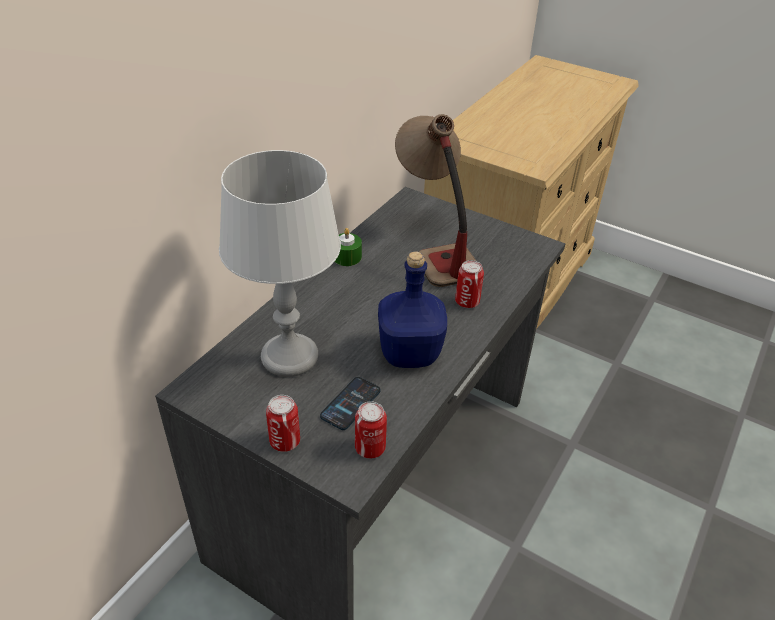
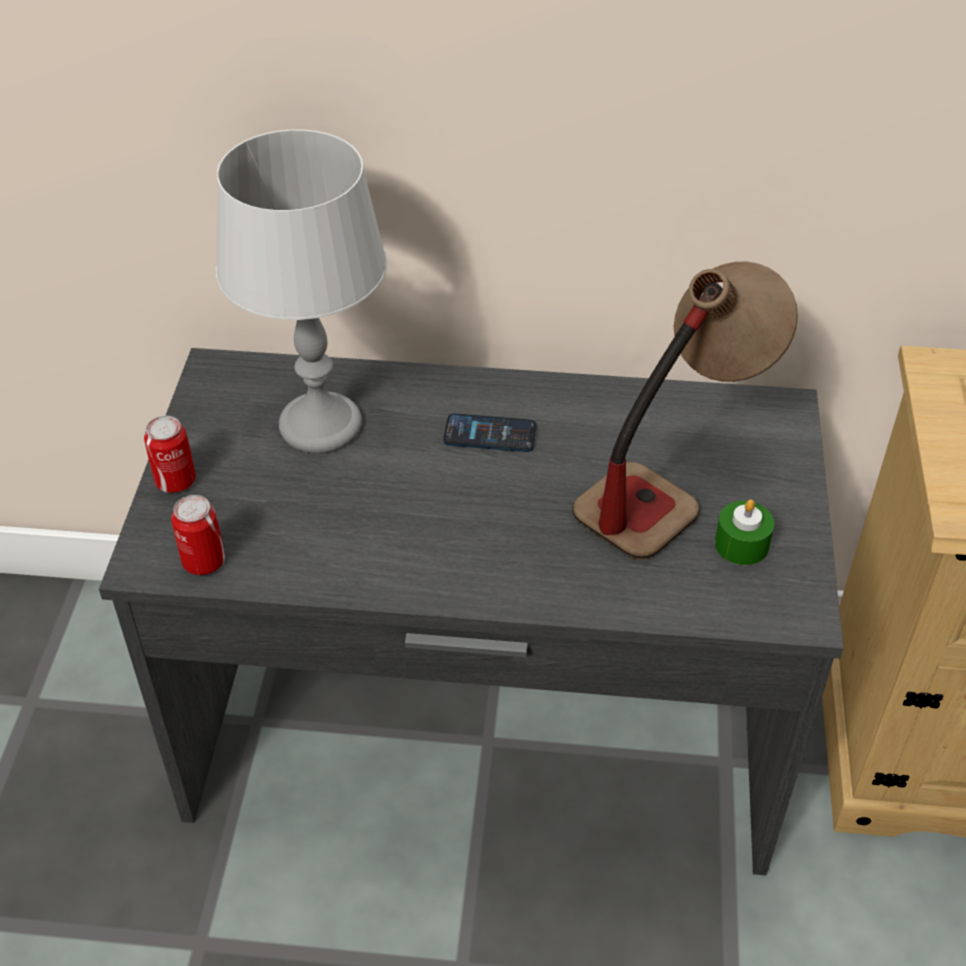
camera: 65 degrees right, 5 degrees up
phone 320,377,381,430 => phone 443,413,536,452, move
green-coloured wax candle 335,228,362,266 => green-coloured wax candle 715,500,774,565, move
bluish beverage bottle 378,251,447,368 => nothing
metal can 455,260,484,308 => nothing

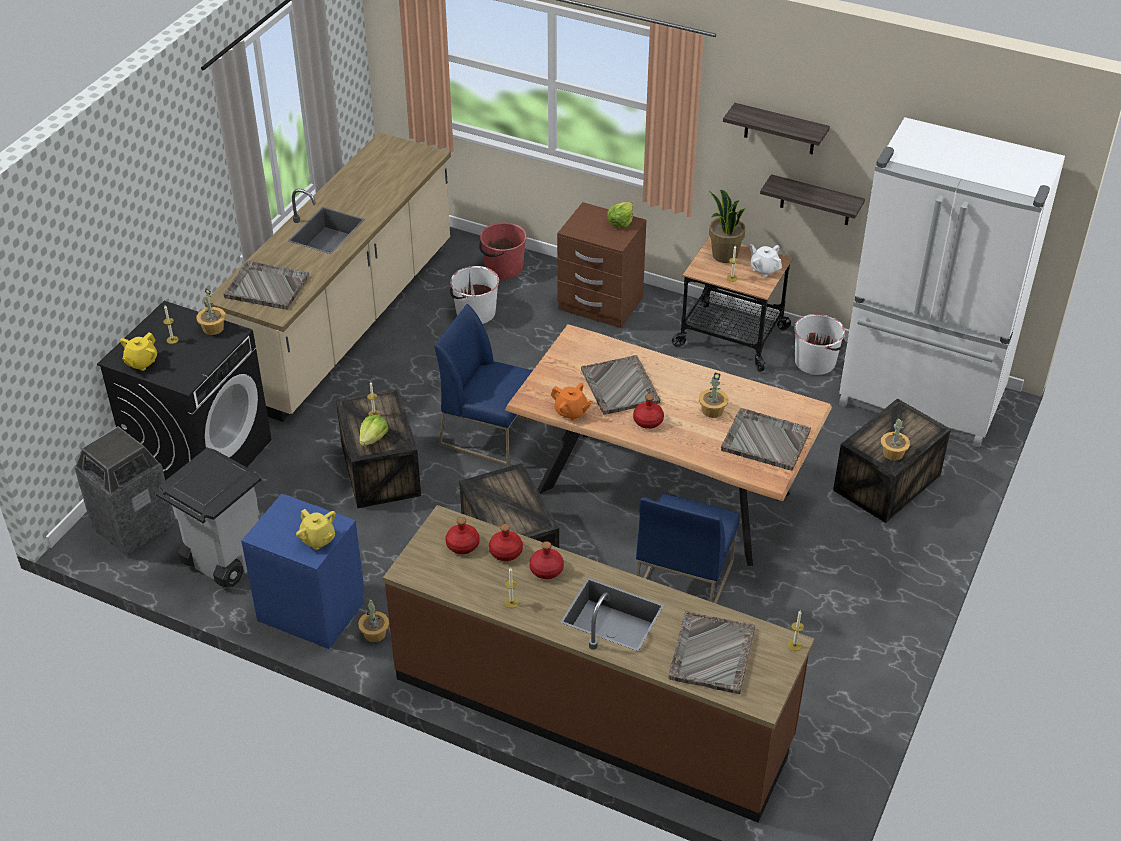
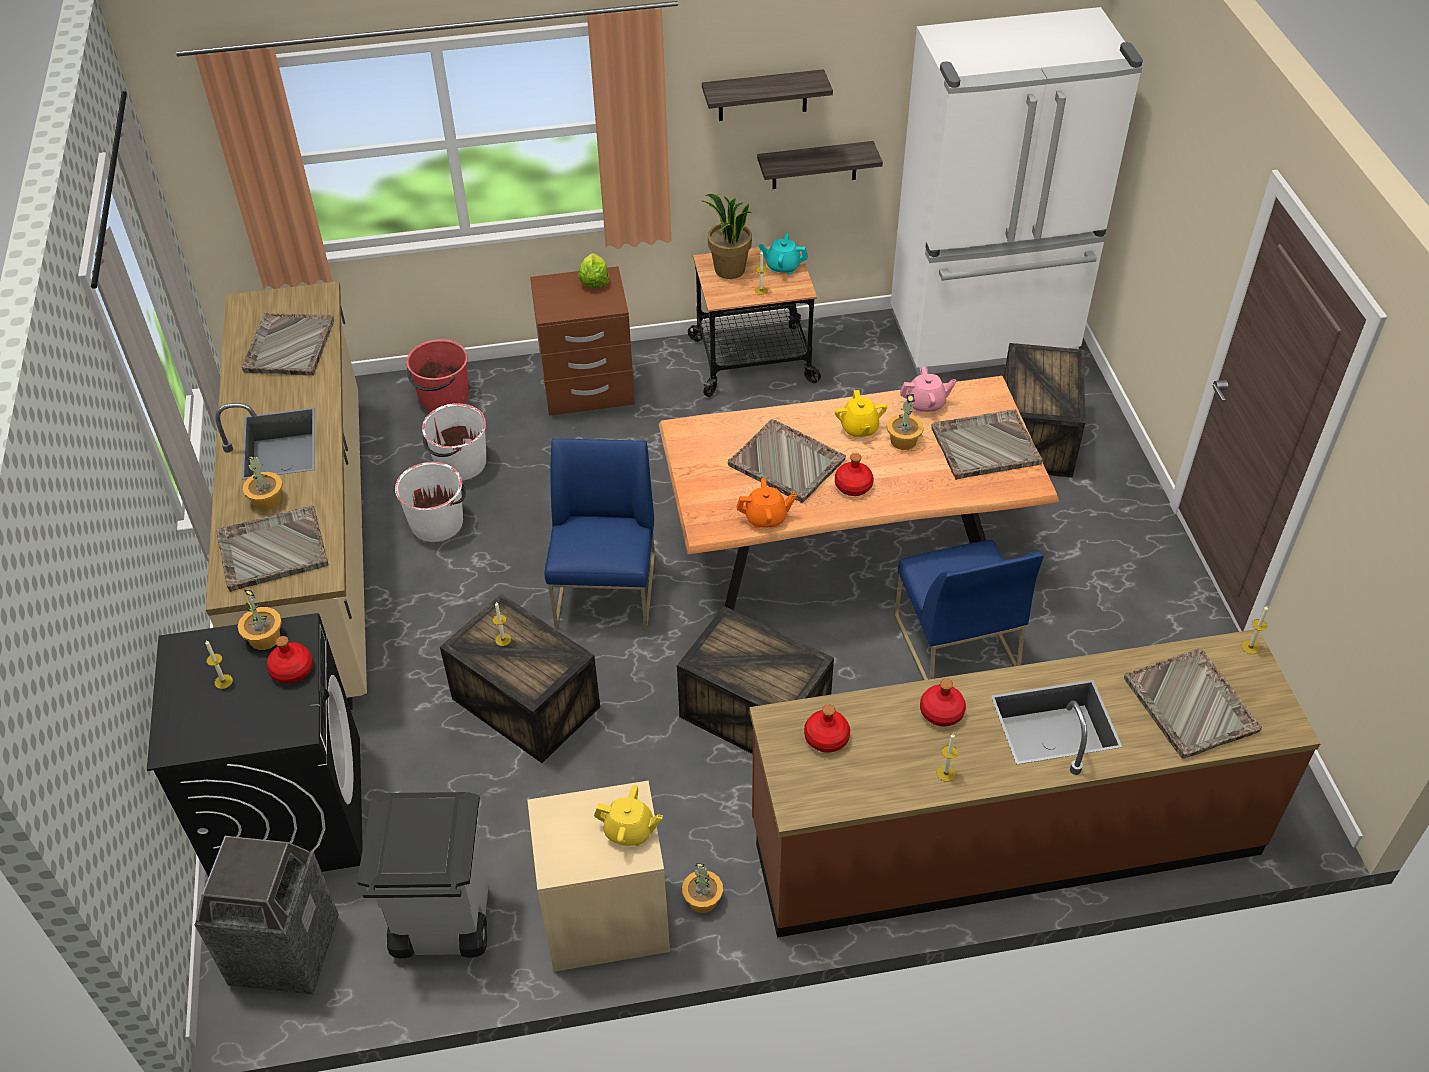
camera: 35 degrees left, 5 degrees up
nothing => greyish serving tray 242,313,334,375
houseplant 881,419,910,461 => houseplant 243,457,283,510, move
red beverage bottle 489,524,523,561 => red beverage bottle 267,636,313,684, move
white-coloured bucket 794,314,845,375 => white-coloured bucket 395,462,466,542, move
bluish nightstand 241,494,364,649 => sand-coloured nightstand 527,781,670,972
bluish plain chair 434,304,538,466 => bluish plain chair 544,438,655,631, 105 degrees clockwise
white-coloured teapot 749,244,782,277 => turquoise-coloured teapot 759,233,808,274
yellow-coloured teapot 120,332,157,371 => yellow-coloured teapot 835,390,887,438, move
nothing => pinkish teapot 900,366,956,413
head of lettuce 359,415,389,446 => nothing

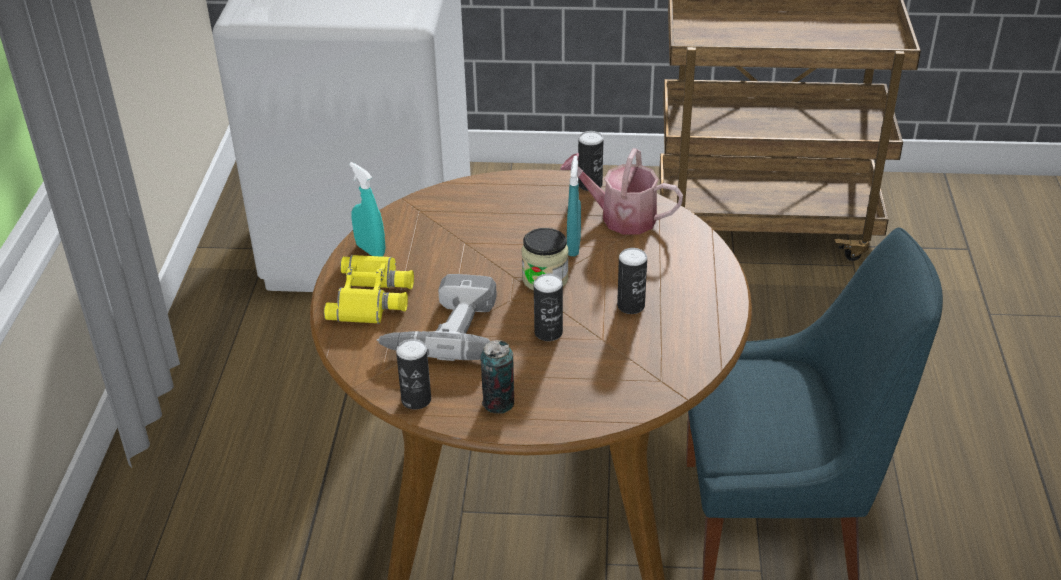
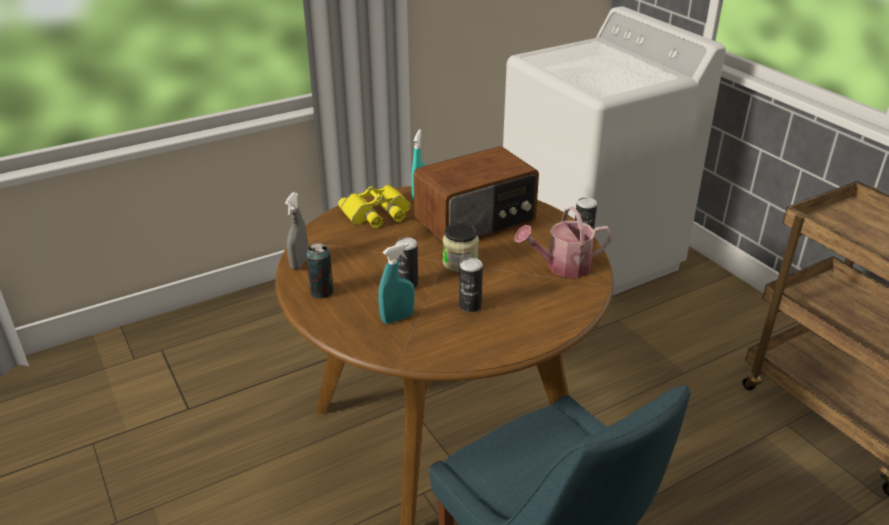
camera: 55 degrees right, 5 degrees down
metal can 396,339,431,410 => greyish spray bottle 285,192,308,270
turquoise-coloured spray bottle 567,156,581,256 => turquoise-coloured spray bottle 378,242,415,324, move
nothing => radio 414,146,539,244
watering can 560,148,683,234 => watering can 515,206,613,278, 90 degrees counterclockwise
power drill 377,274,497,361 => nothing

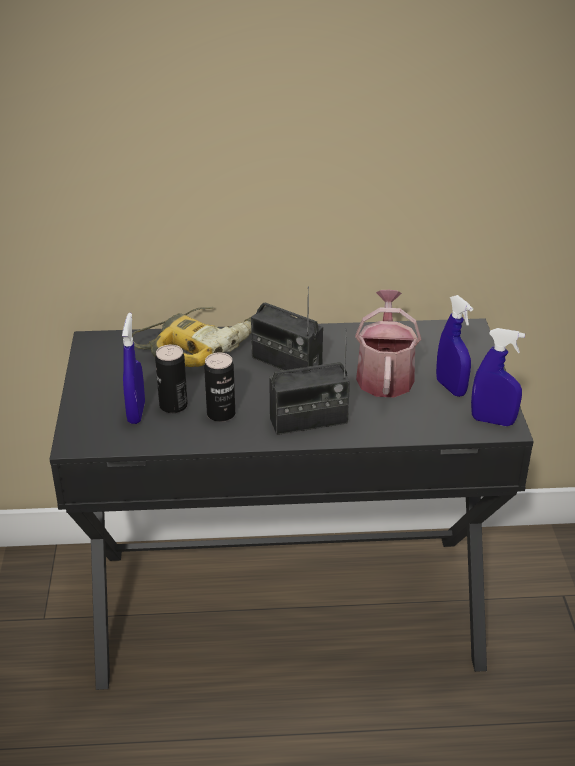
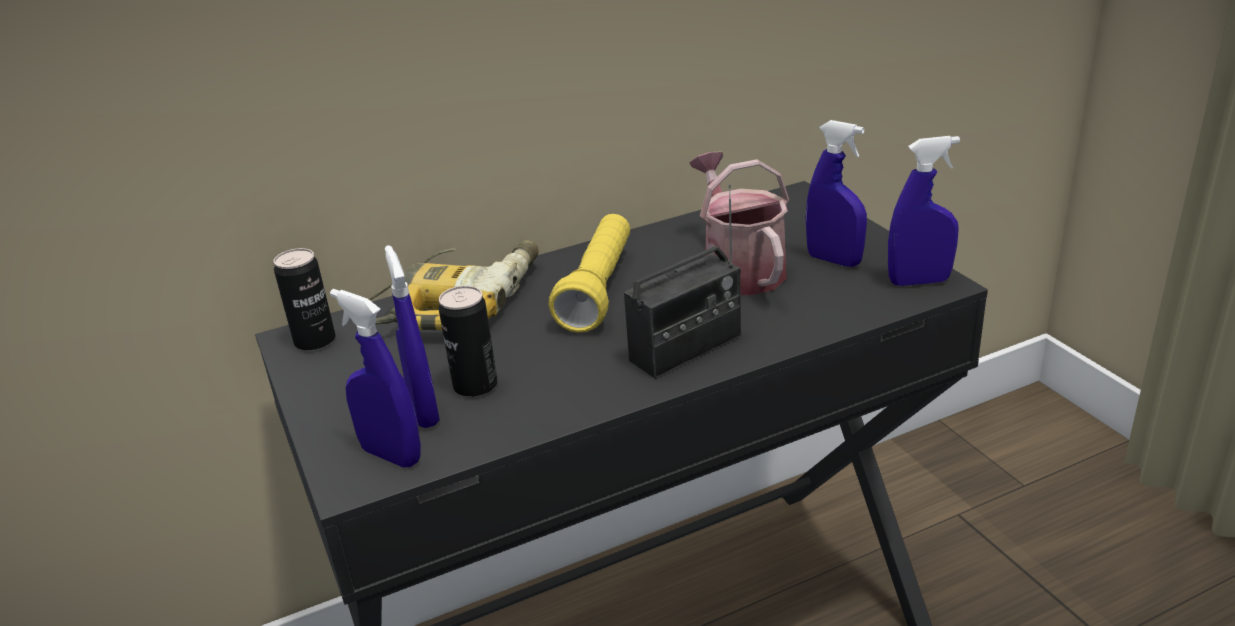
camera: 20 degrees left, 5 degrees down
metal can 204,353,235,422 => metal can 273,248,336,351, move
nothing => bluish spray bottle 330,289,421,468
radio 251,286,323,373 => yellow-coloured hand torch 549,214,630,333

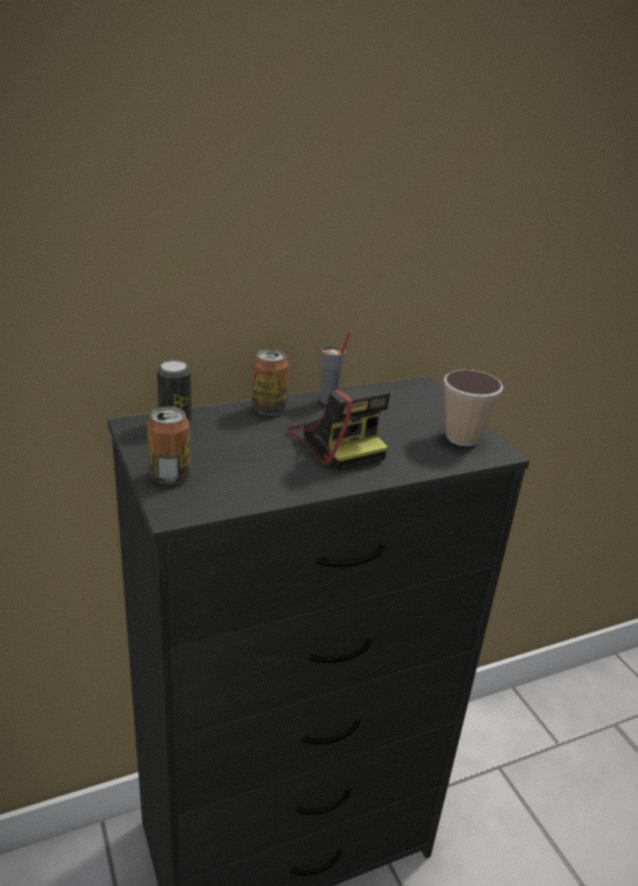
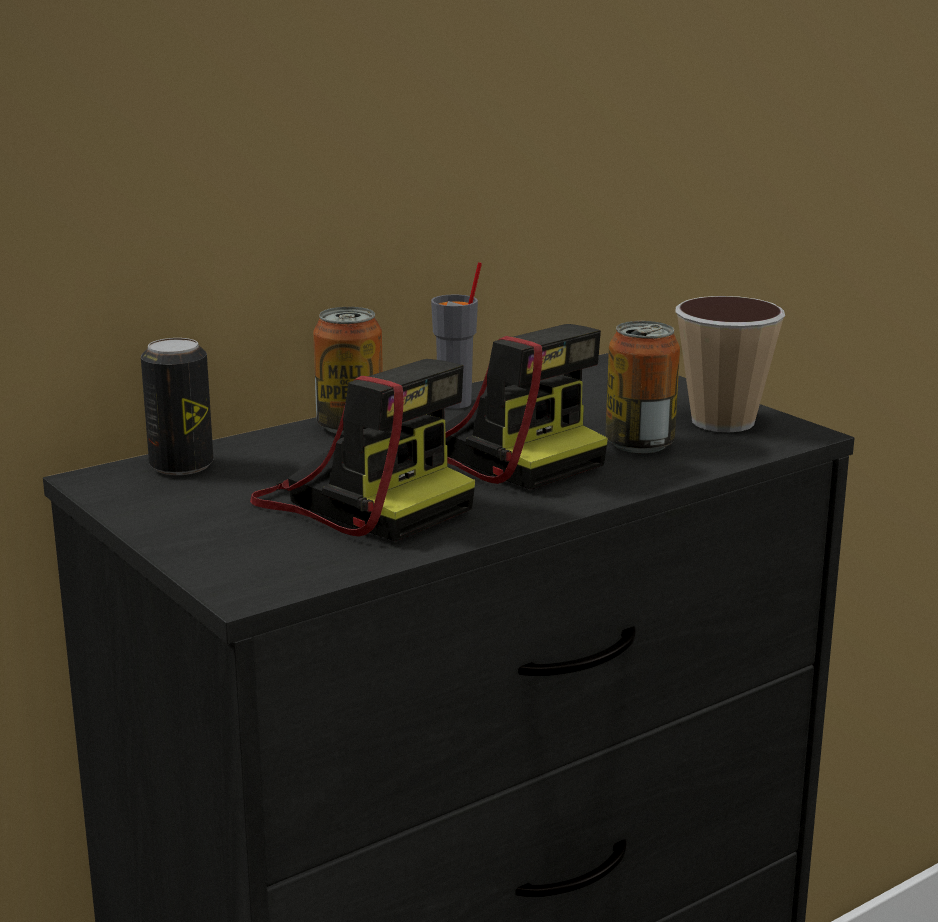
camera: 10 degrees left, 10 degrees down
nothing => photo camera 250,359,475,542
metal can 147,406,190,484 => metal can 605,321,680,453, move

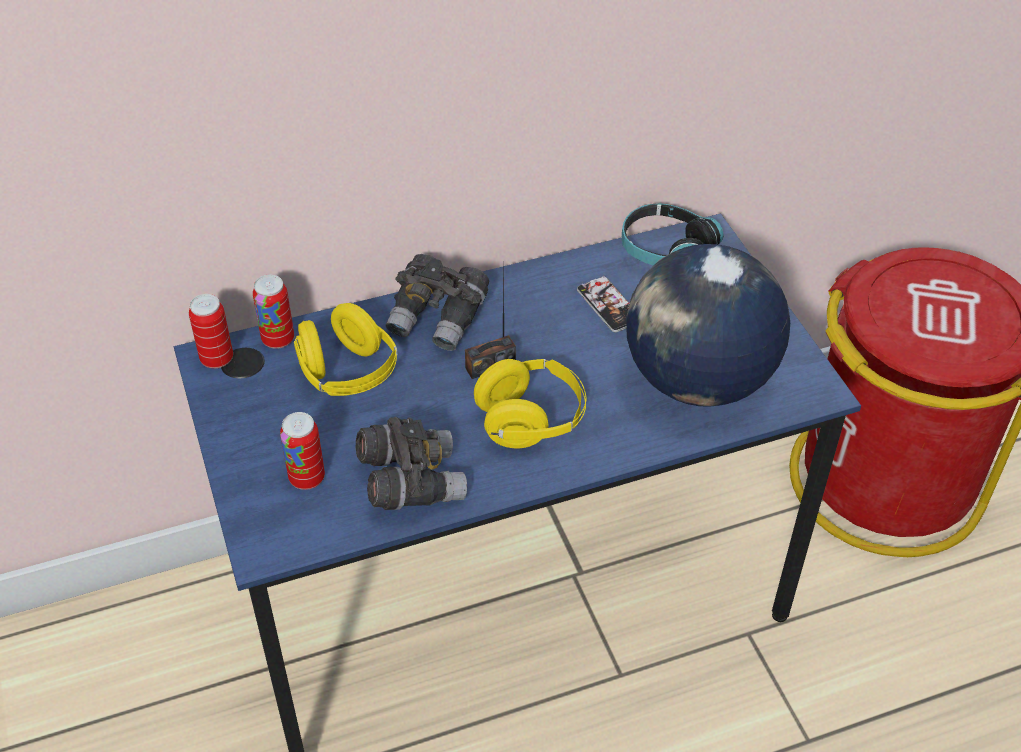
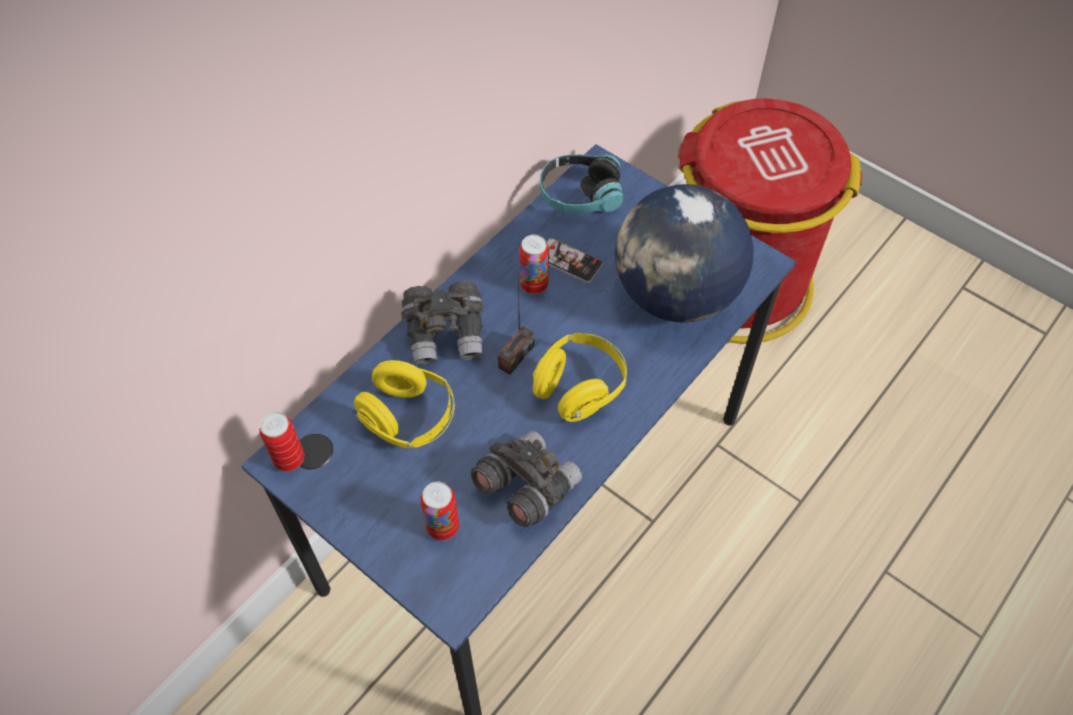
camera: 30 degrees left, 10 degrees up
metal can 253,275,294,349 => metal can 519,235,549,294, move

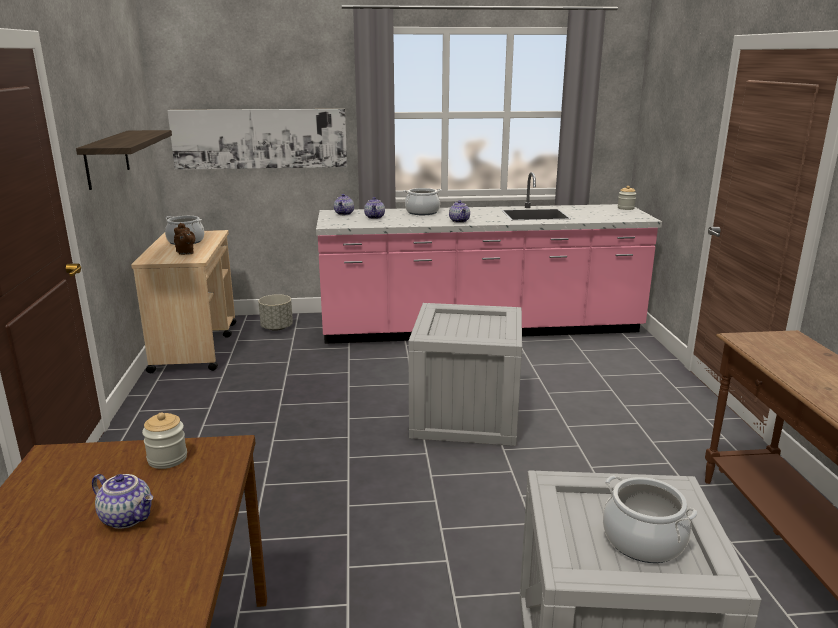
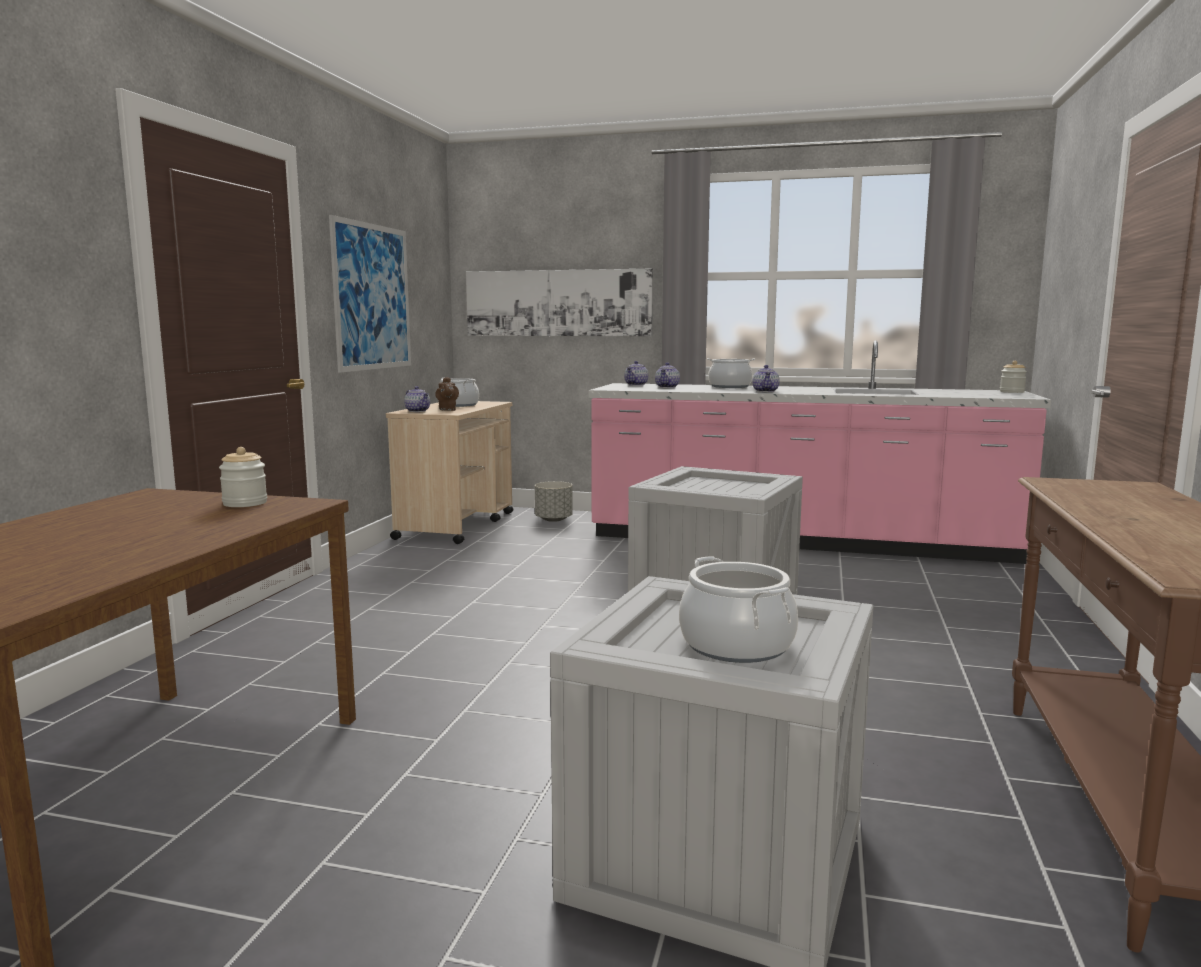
camera: 20 degrees right, 10 degrees down
wall shelf 76,130,172,190 => wall art 329,215,411,373
teapot 92,474,153,529 => teapot 404,386,430,412, move

